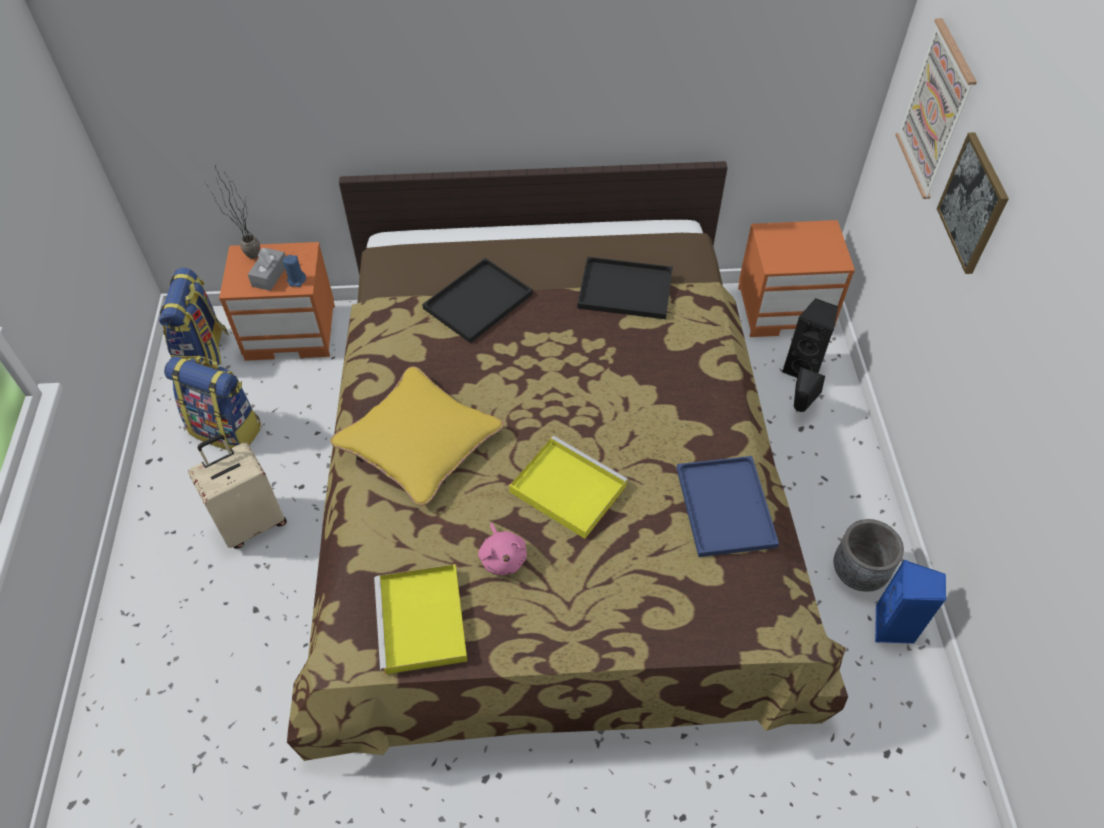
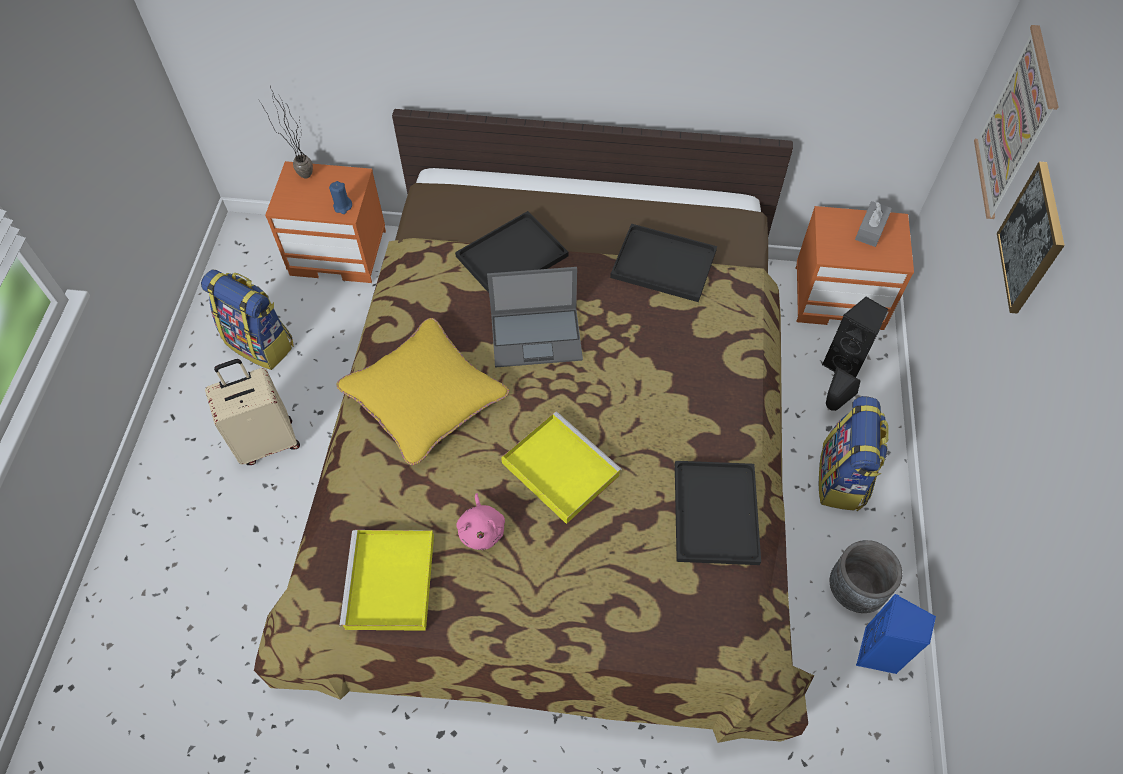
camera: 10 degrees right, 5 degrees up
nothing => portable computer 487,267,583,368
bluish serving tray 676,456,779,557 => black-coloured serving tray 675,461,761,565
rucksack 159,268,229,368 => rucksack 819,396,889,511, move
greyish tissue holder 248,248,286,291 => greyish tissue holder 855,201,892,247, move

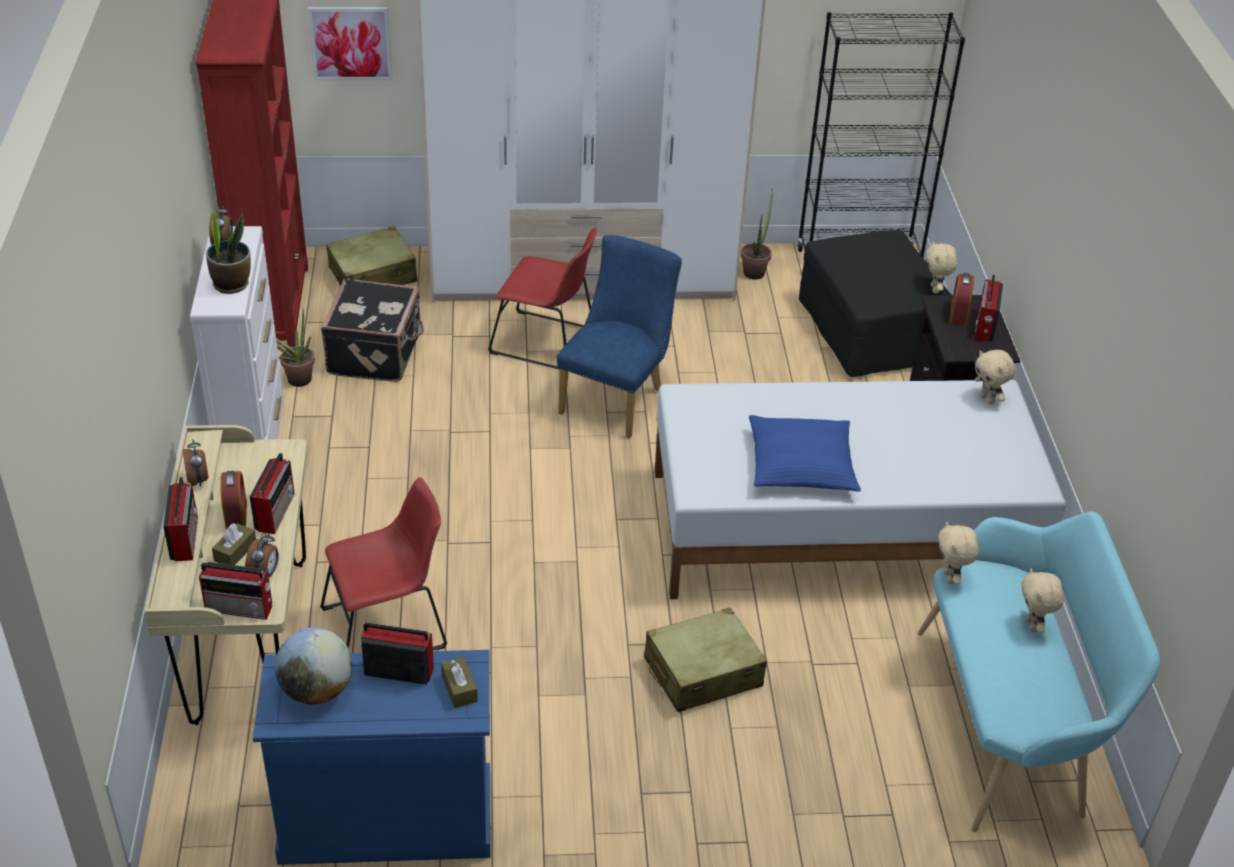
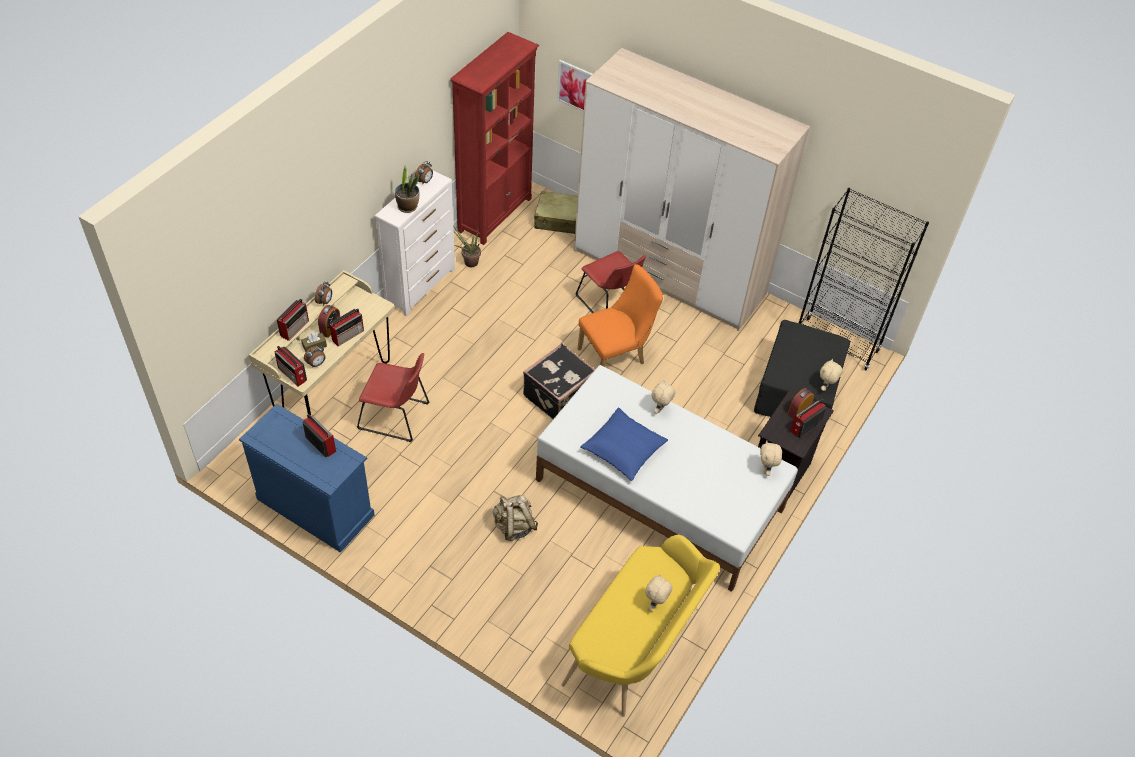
camera: 35 degrees right, 10 degrees up
sand-coloured suitcase 644,608,767,713 => sand-coloured rucksack 493,495,538,541
black-coloured suitcase 321,278,424,382 => black-coloured suitcase 523,343,595,419, move
turquoise-coloured long seat 918,511,1160,832 => yellow-coloured long seat 562,535,720,717
bluish plain chair 557,235,682,438 => orangey plain chair 577,264,663,367
sand-coloured plush toy 938,522,979,584 => sand-coloured plush toy 652,380,676,414, move
desk globe 275,627,352,704 => nothing
brownish tissue holder 441,656,478,708 => nothing
houseplant 741,188,773,280 => nothing

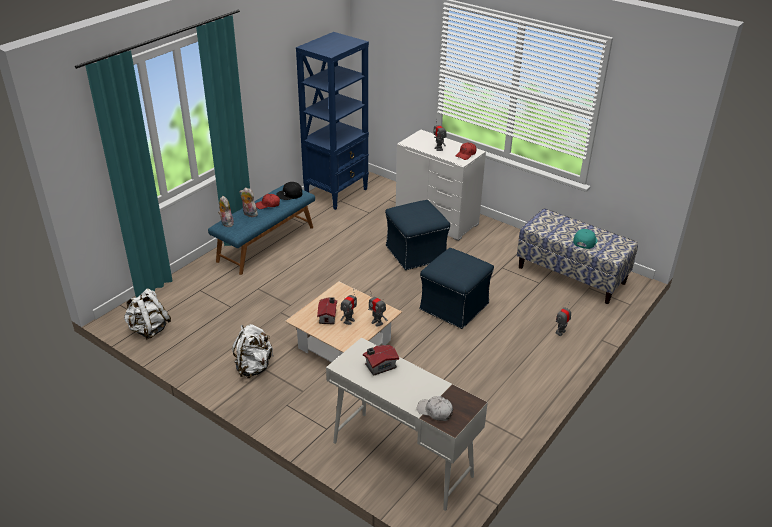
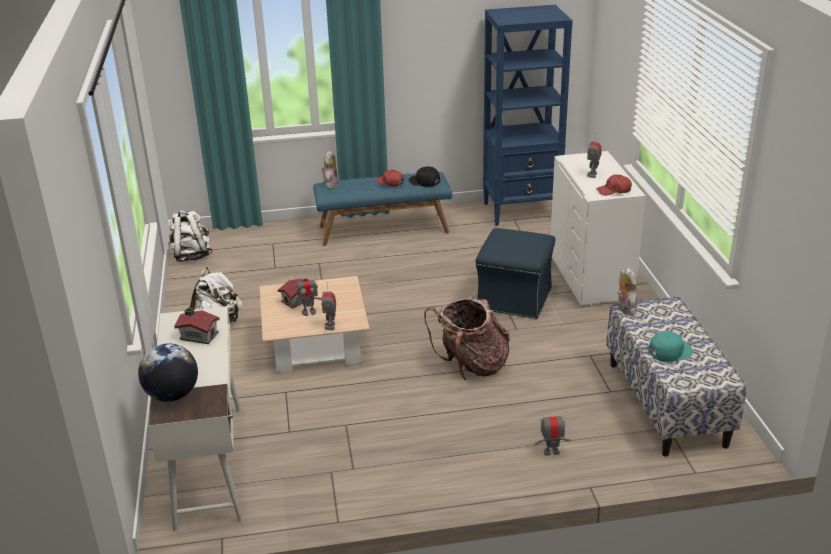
camera: 45 degrees right, 5 degrees down
white-coloured peaked cap 417,396,453,421 => desk globe 138,344,198,402
bluish pouffe 420,248,494,329 => rucksack 424,297,510,381
plush toy 239,188,258,217 => plush toy 617,268,638,315, move

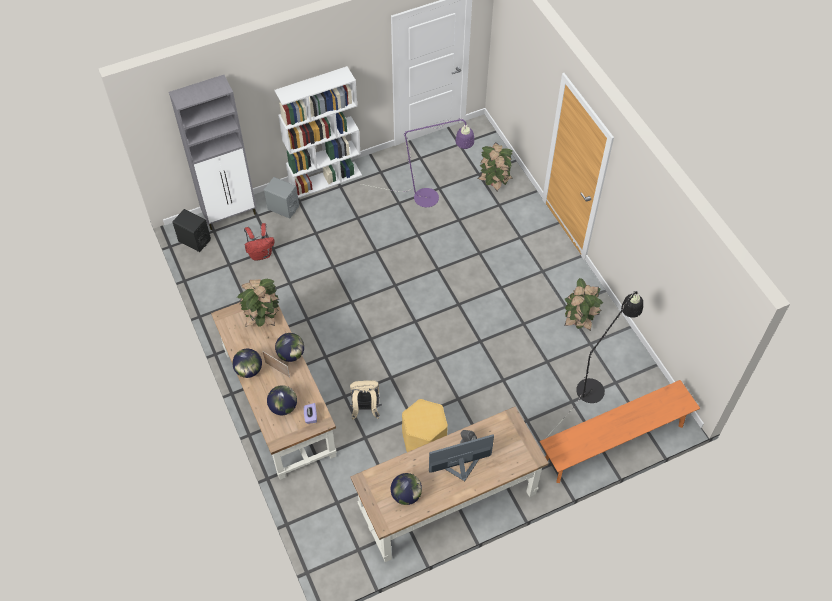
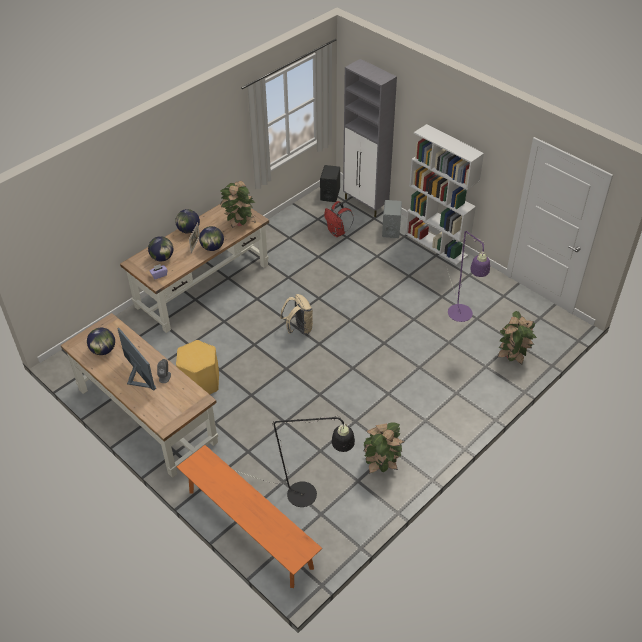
camera: 70 degrees right, 10 degrees down
sand-coloured rucksack 349,380,382,420 => sand-coloured rucksack 280,294,313,335, move

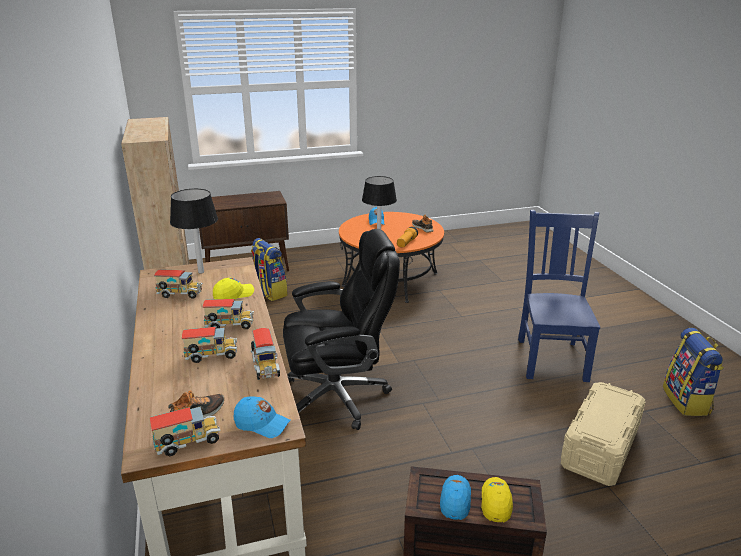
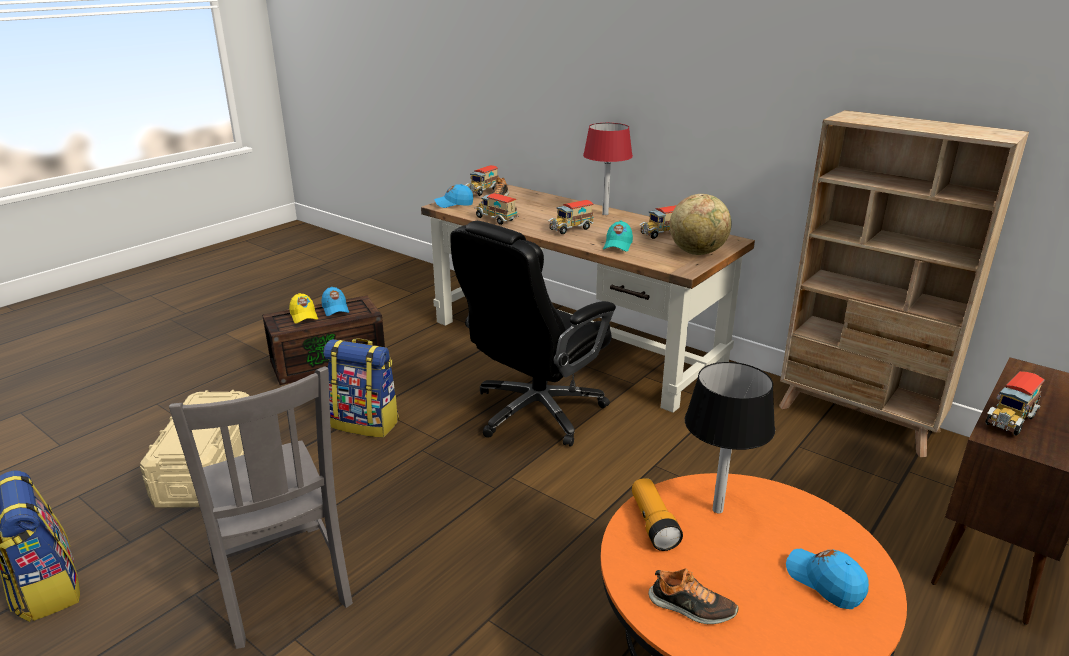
camera: 145 degrees right, 0 degrees up
bluish plain chair 518,210,600,382 => greyish plain chair 169,367,353,649
rucksack 251,238,288,301 => rucksack 323,338,399,438, move
nothing => red table lamp 583,123,633,215
yellow-coloured peaked cap 213,277,254,299 => turquoise-coloured peaked cap 603,220,633,252
black-coloured table lamp 170,189,218,274 => desk globe 670,194,732,255
model truck 182,327,237,363 => model truck 985,371,1045,436, move

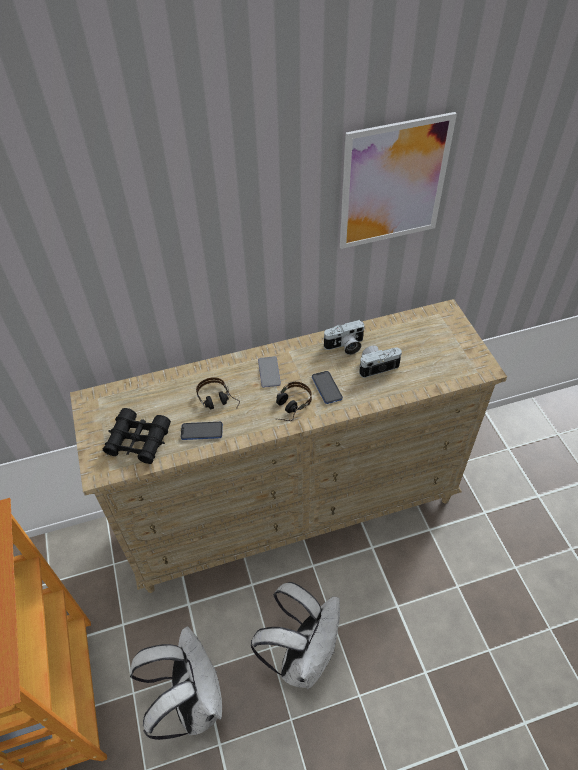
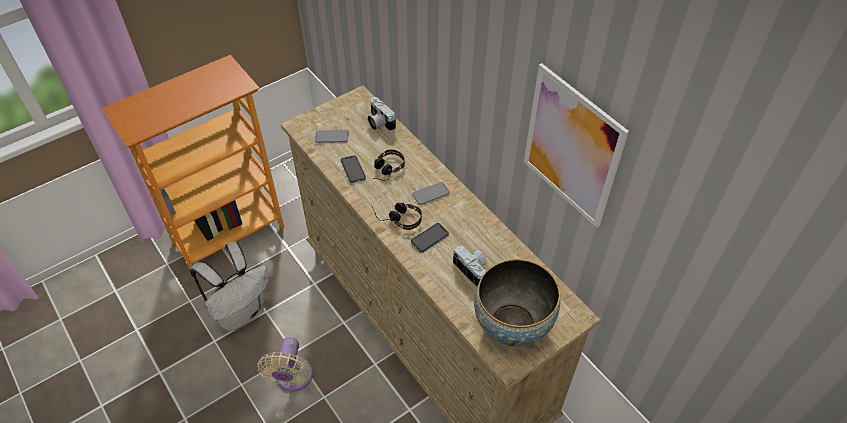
camera: 70 degrees right, 0 degrees up
white-coloured rucksack 251,582,340,689 => sand-coloured fan 257,337,313,392
black-coloured binoculars 103,408,171,464 => phone 315,130,349,143
photo camera 324,320,365,355 => photo camera 368,97,396,131, move
nothing => deep dish 474,259,560,347

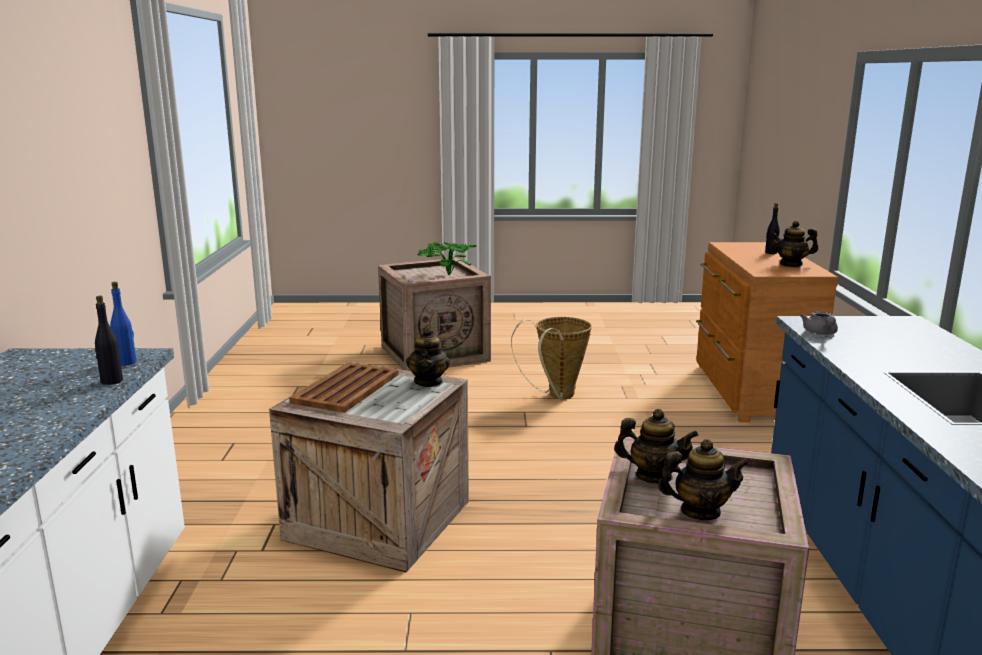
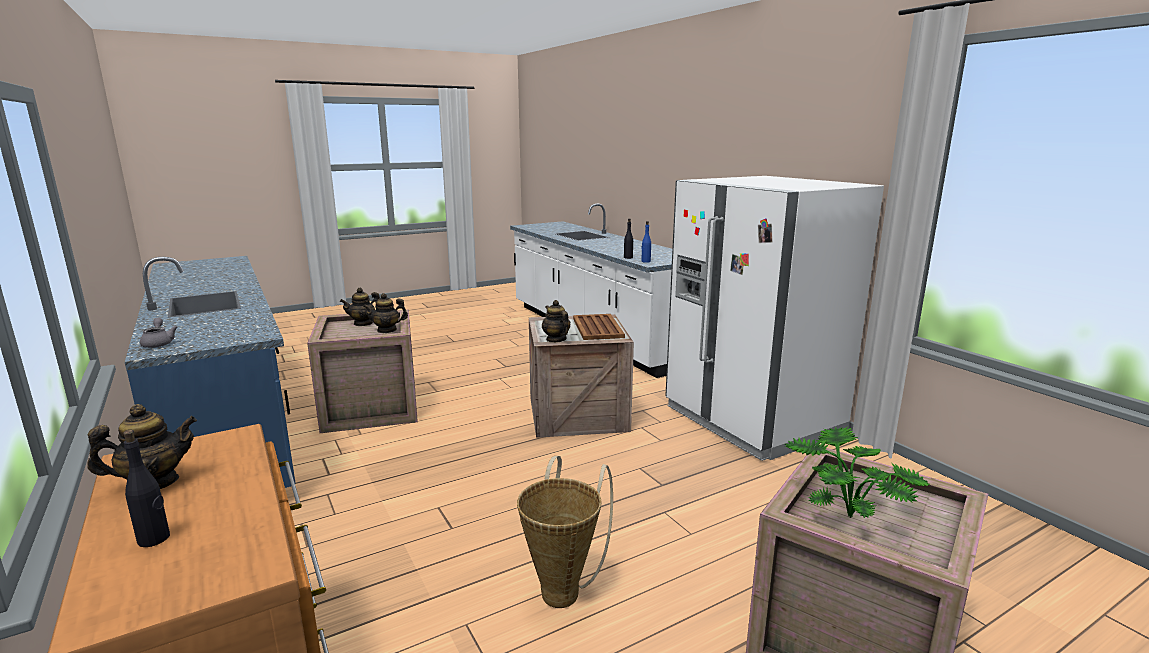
camera: 150 degrees right, 0 degrees up
greyish teapot 800,311,838,335 => greyish teapot 140,318,178,348, move
nothing => white-coloured refrigerator 665,176,884,461

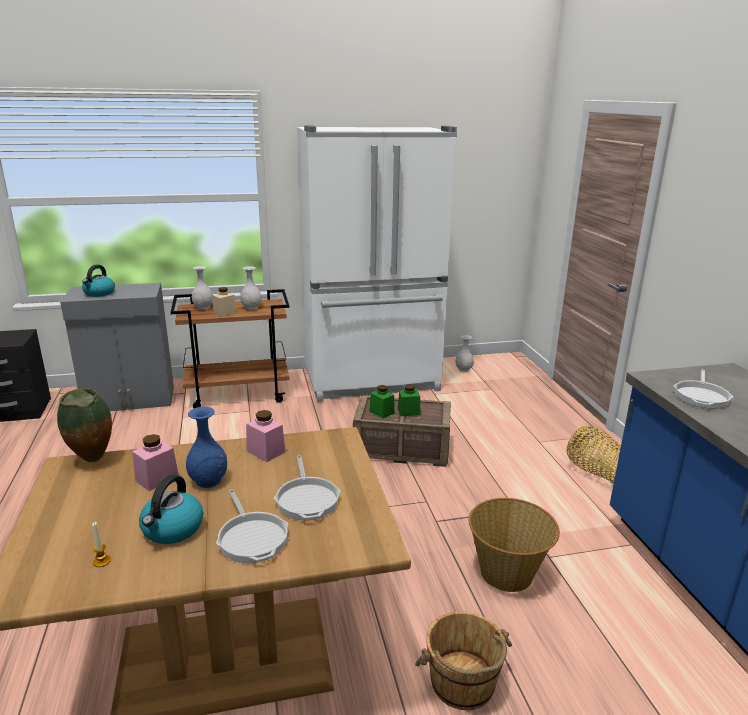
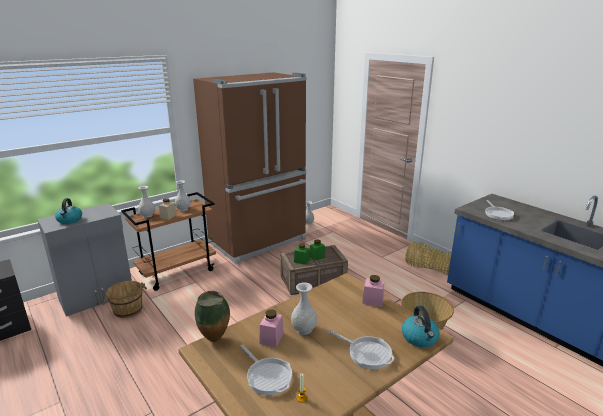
camera: 25 degrees left, 0 degrees up
brownish bucket 415,611,512,710 => brownish bucket 102,281,147,318, move
white-coloured refrigerator 297,125,457,402 => brownish refrigerator 193,72,306,264
pan 274,455,341,520 => pan 240,344,292,395, move
bluish flower vase 186,407,227,488 => white-coloured flower vase 291,282,317,335
pinkish storage jar 246,410,285,462 => pinkish storage jar 362,275,384,307, move
kettle 139,474,203,544 => kettle 402,306,440,347, move

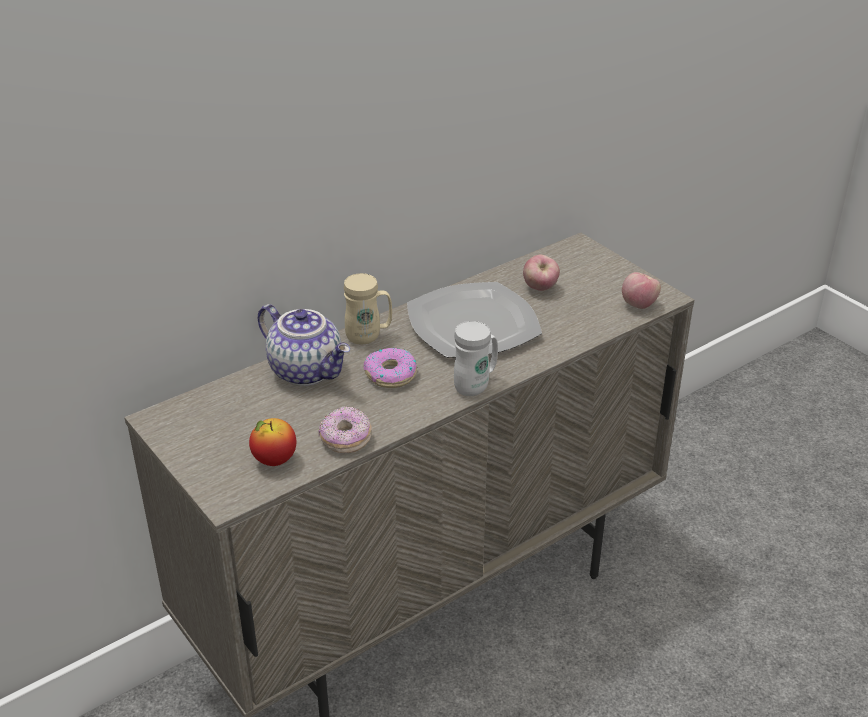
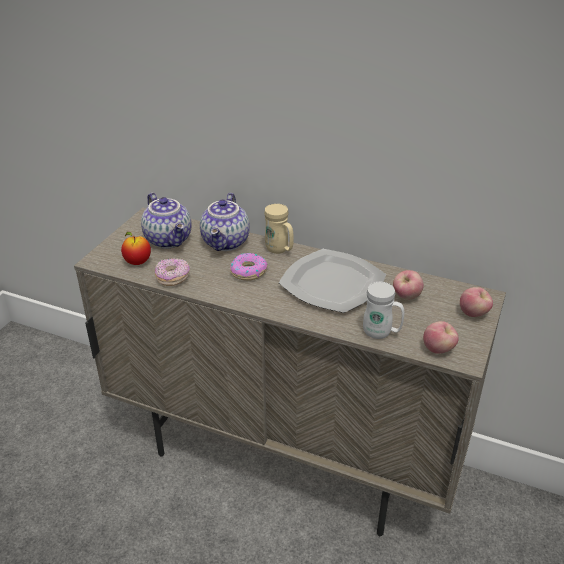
camera: 60 degrees right, 0 degrees up
nothing => teapot 141,192,191,249
white-coloured mug 454,321,498,396 => white-coloured mug 363,282,404,339, move
nothing => apple 460,287,493,317

